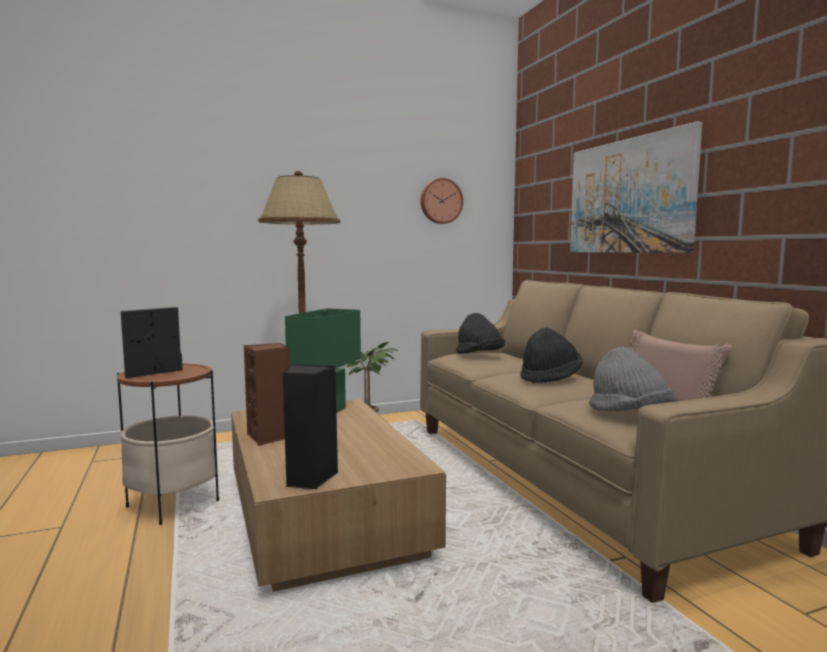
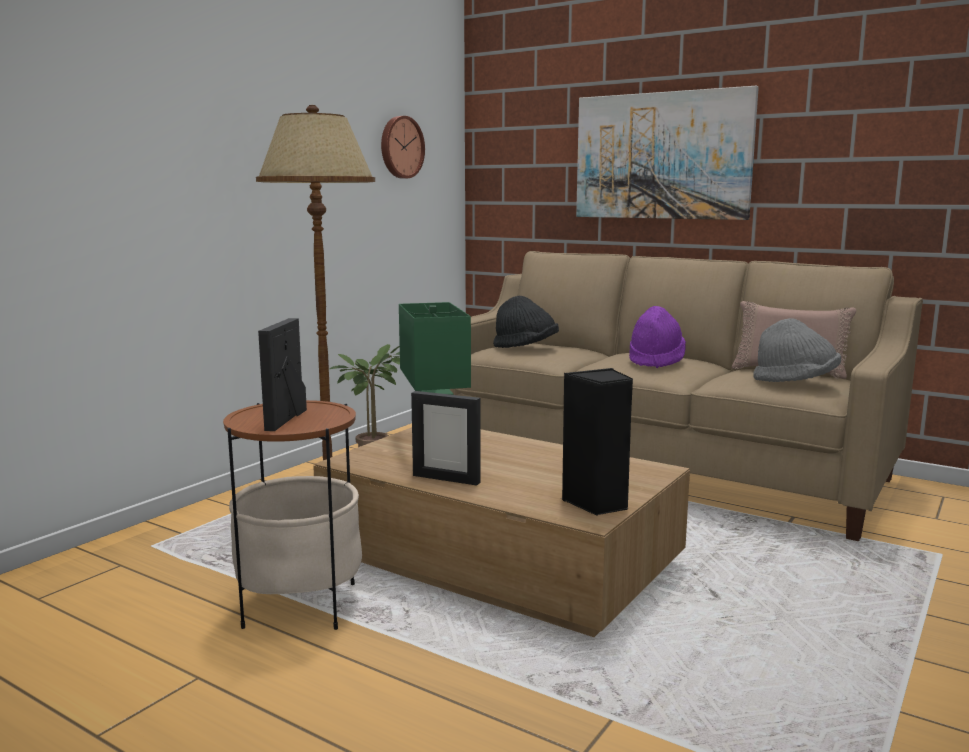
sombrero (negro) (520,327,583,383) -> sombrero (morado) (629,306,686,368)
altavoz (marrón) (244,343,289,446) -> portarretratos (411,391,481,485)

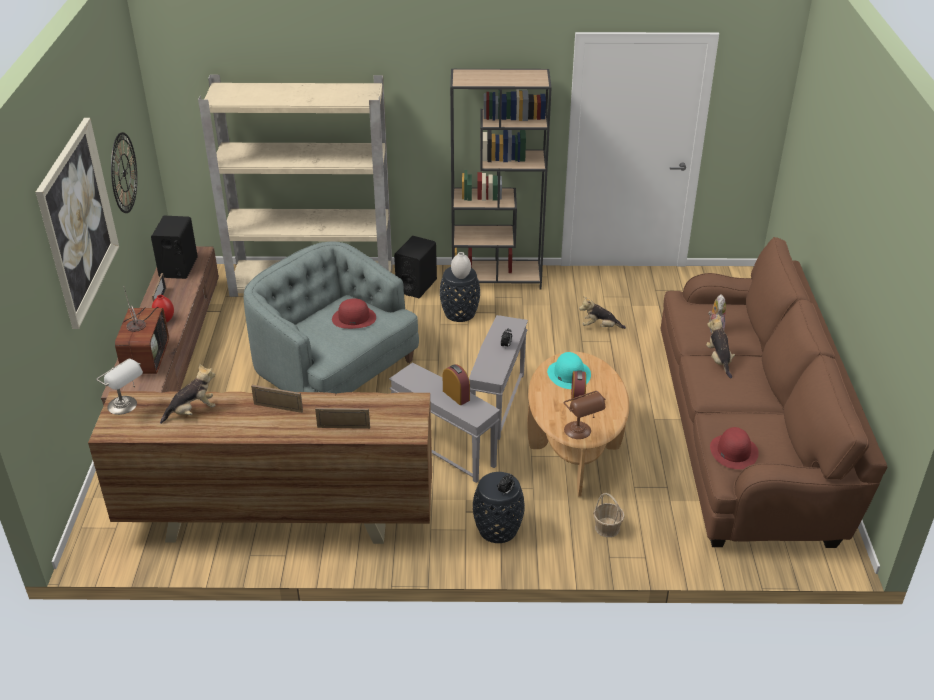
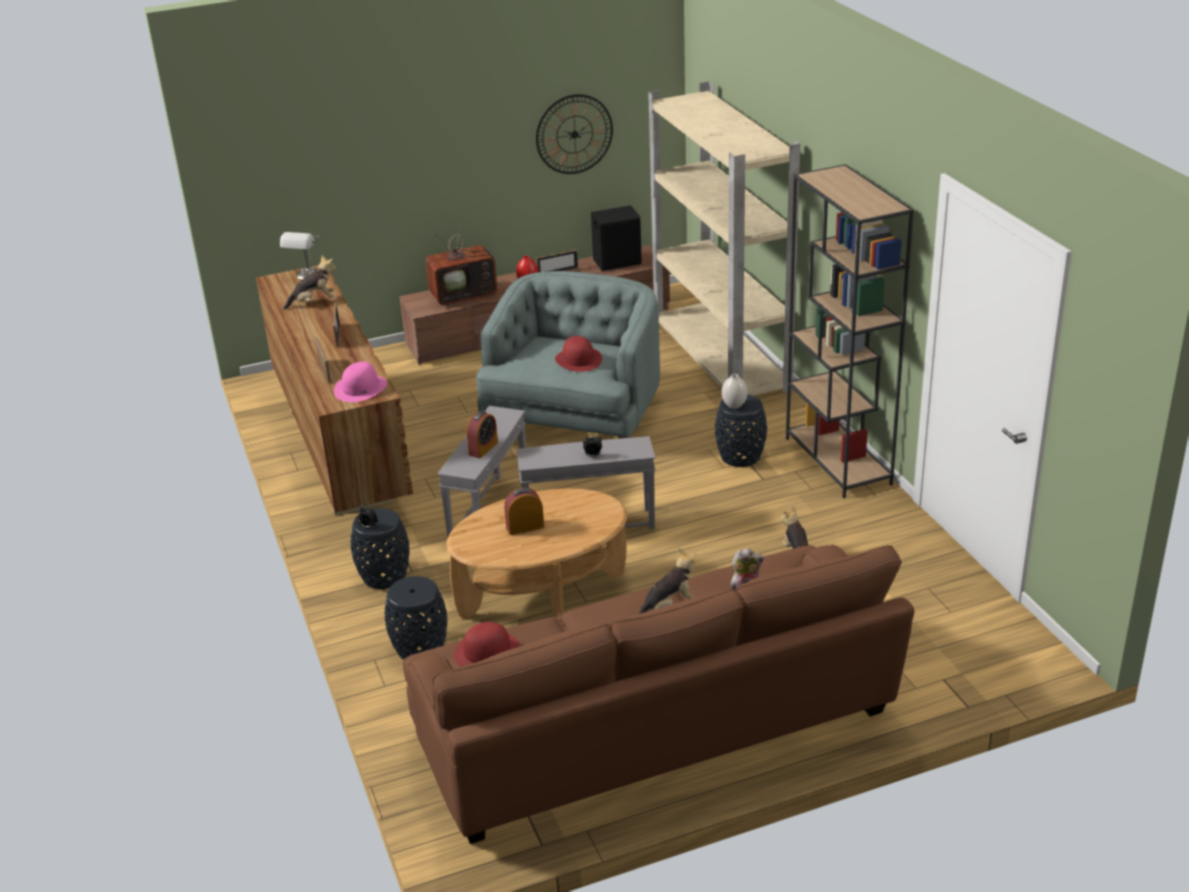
cuadro (36,118,119,329) -> none
altavoz (negro) (394,236,437,298) -> none
sombrero (turquesa) (547,352,591,389) -> none
peluche (160,363,215,424) -> peluche (283,255,336,310), 60 degrees counterclockwise
lámpara de mesa (marrón) (563,391,605,439) -> none
cesta (593,493,625,537) -> taburete (negro) (385,576,447,659)
none -> sombrero (rosa) (334,362,387,402)

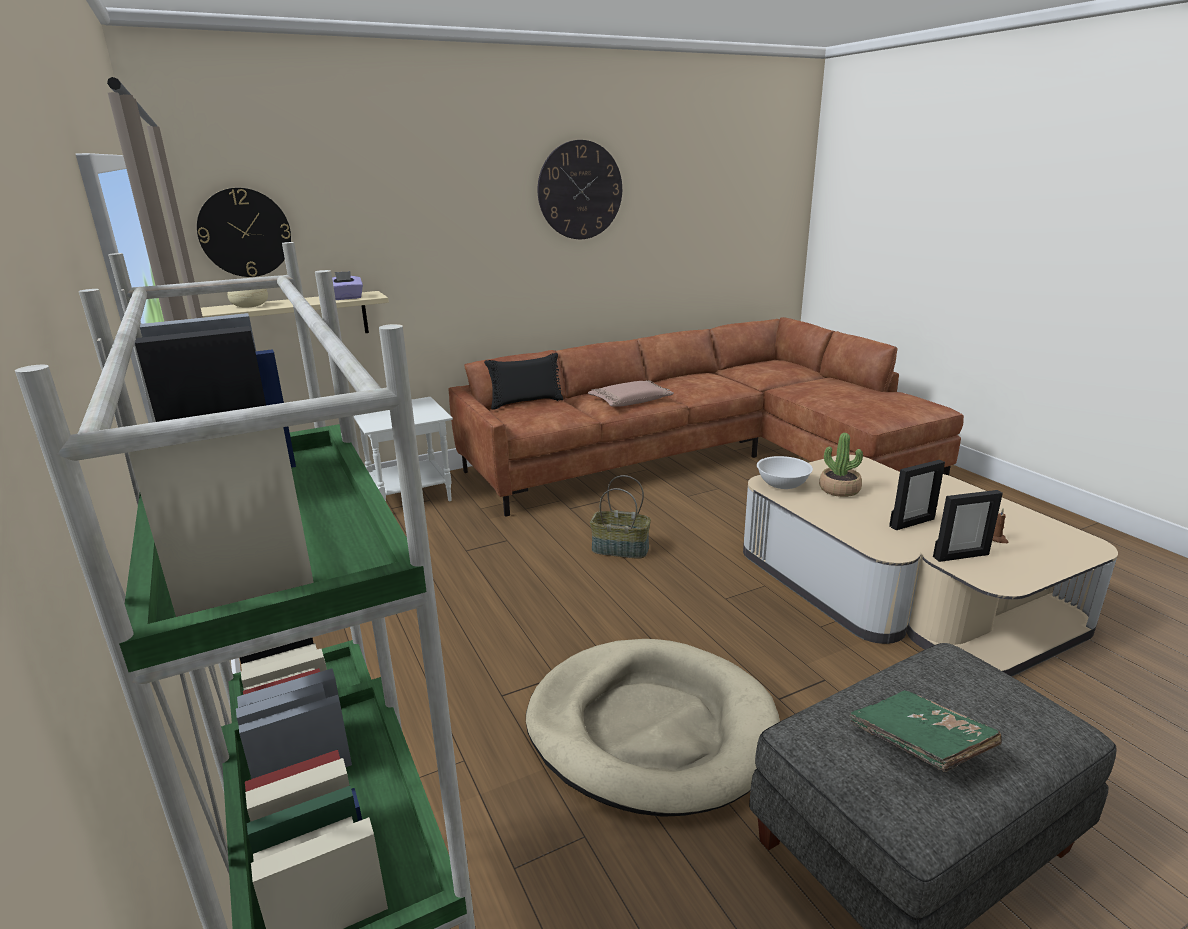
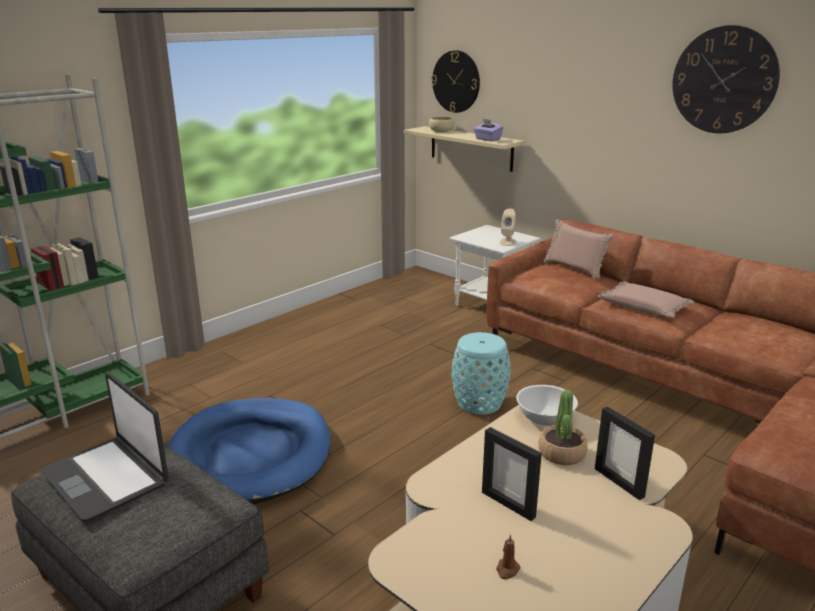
cojín (negro) (484,353,563,410) -> cojín (beis) (543,219,614,279)
cesta (590,475,651,559) -> taburete (turquesa) (451,332,511,415)
portarretratos (933,490,1003,562) -> portarretratos (595,407,655,500), relocated
cama para perro (beis) (526,639,780,817) -> cama para perro (azul) (167,398,331,504)
libro (verde) (850,690,1002,772) -> portátil (41,373,169,522)
none -> altavoz (beis) (500,209,516,246)

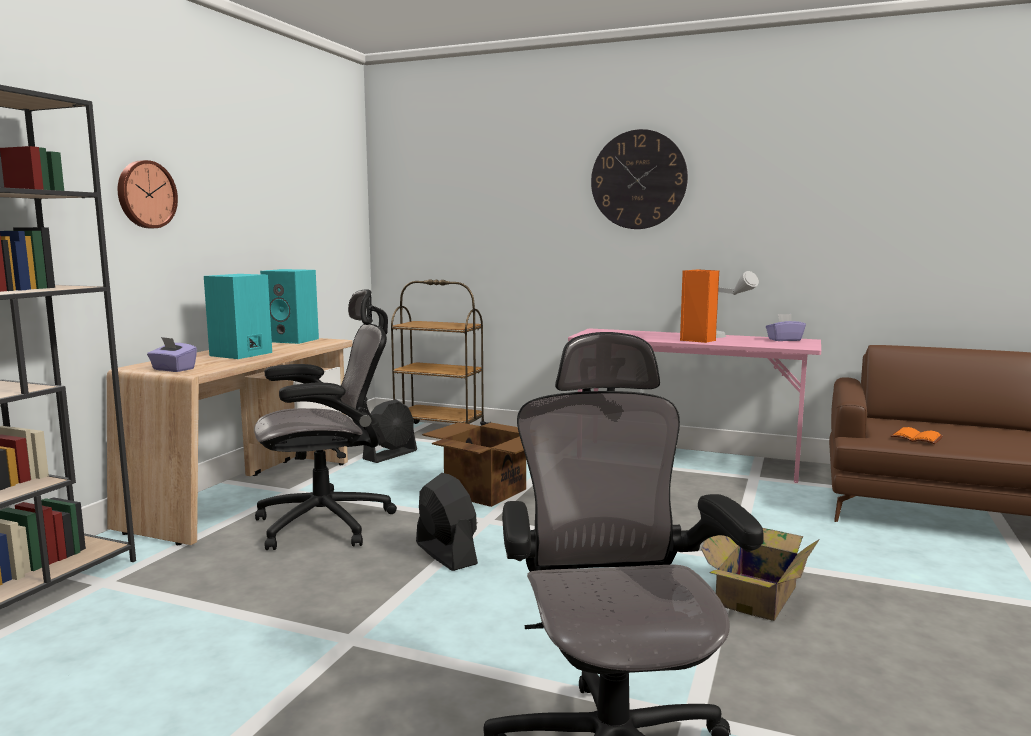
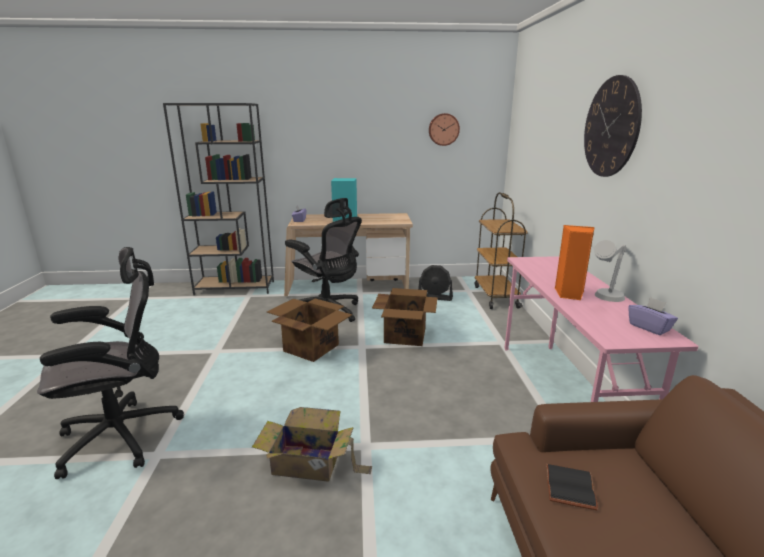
reloj de pared (118,160,178,228) -> reloj de pared (429,113,460,146), relocated
altavoz (turquesa) (260,269,319,344) -> none
libro (naranja) (890,427,943,444) -> libro (negro) (546,464,598,510)
ventilador (negro) (416,473,478,571) -> caja de cartón (267,299,352,362)

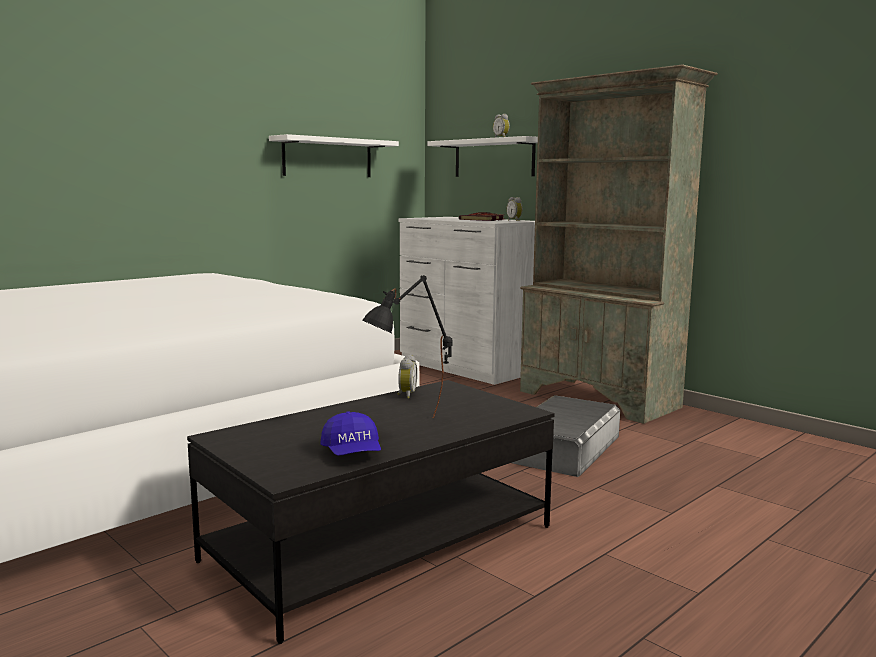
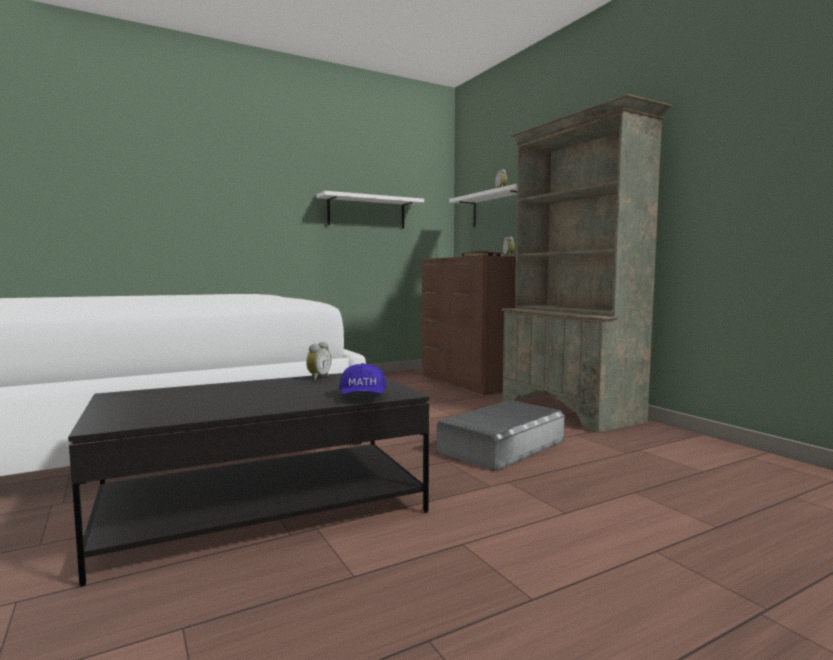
cómoda (blanco) (399,217,535,385) -> cómoda (marrón) (421,256,516,395)
lámpara de mesa (negro) (363,275,453,417) -> none
gorra (azul) (320,411,381,456) -> gorra (azul) (339,363,387,394), relocated

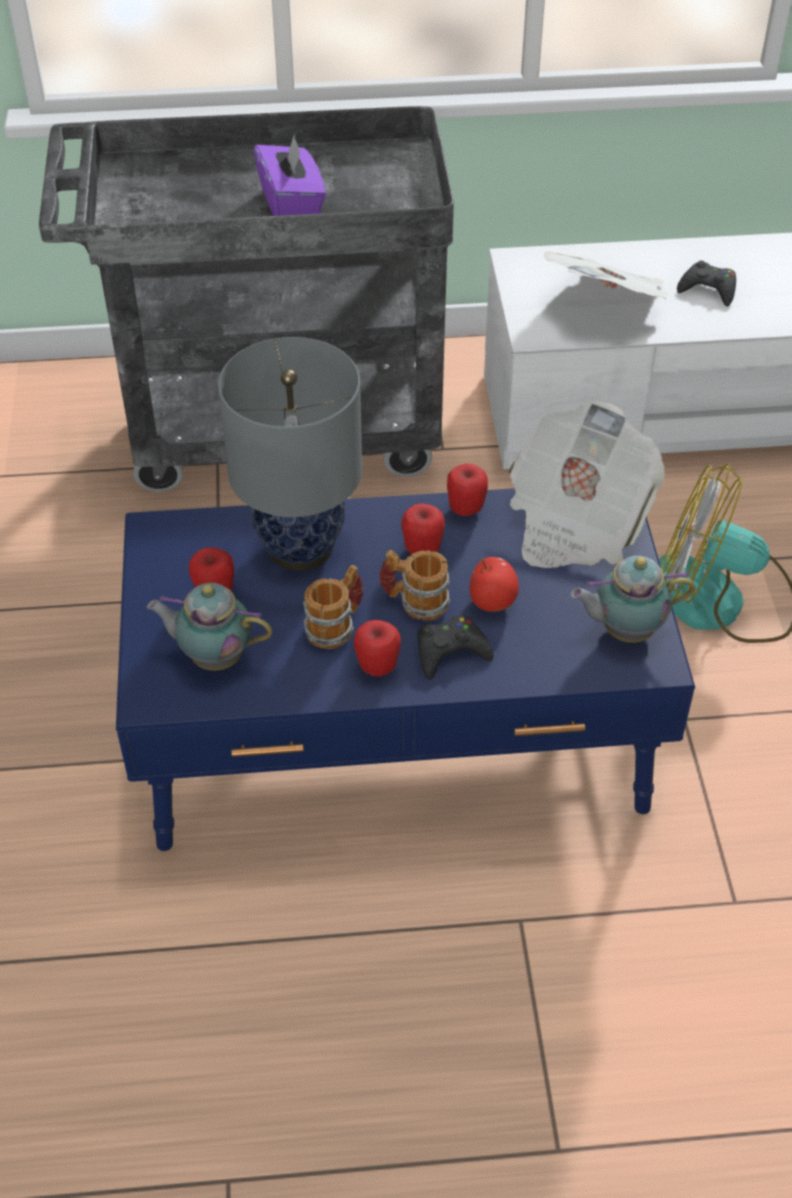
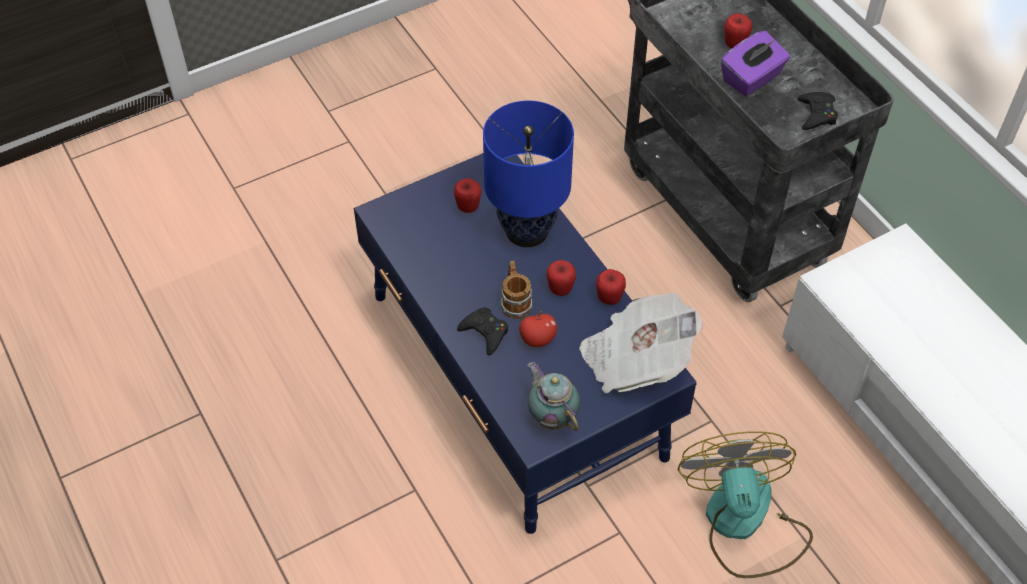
periódico (544,251,668,299) -> none
mando de consola (negro) (677,261,736,306) -> mando de consola (negro) (797,92,838,130), relocated
lámpara de mesa (gris) (218,337,362,571) -> lámpara de mesa (azul) (483,101,574,247)
taza grande (303,565,363,649) -> none
tetera (147,583,272,671) -> none
manzana (354,620,401,676) -> manzana (724,14,752,49), relocated

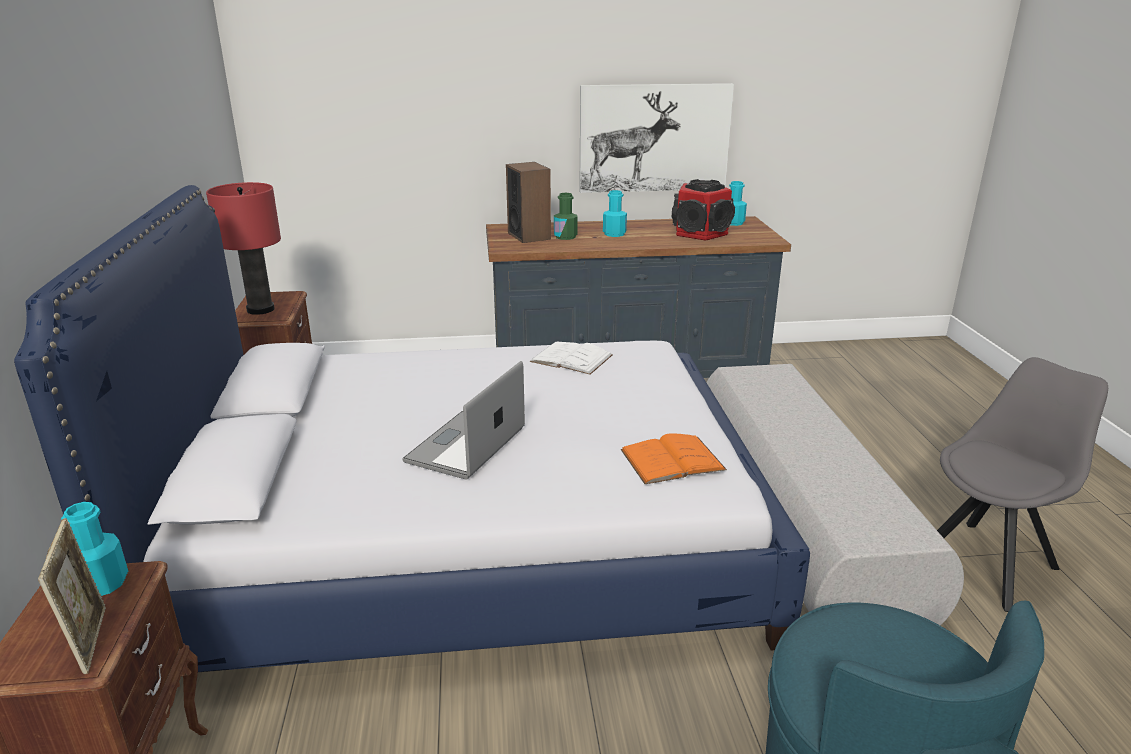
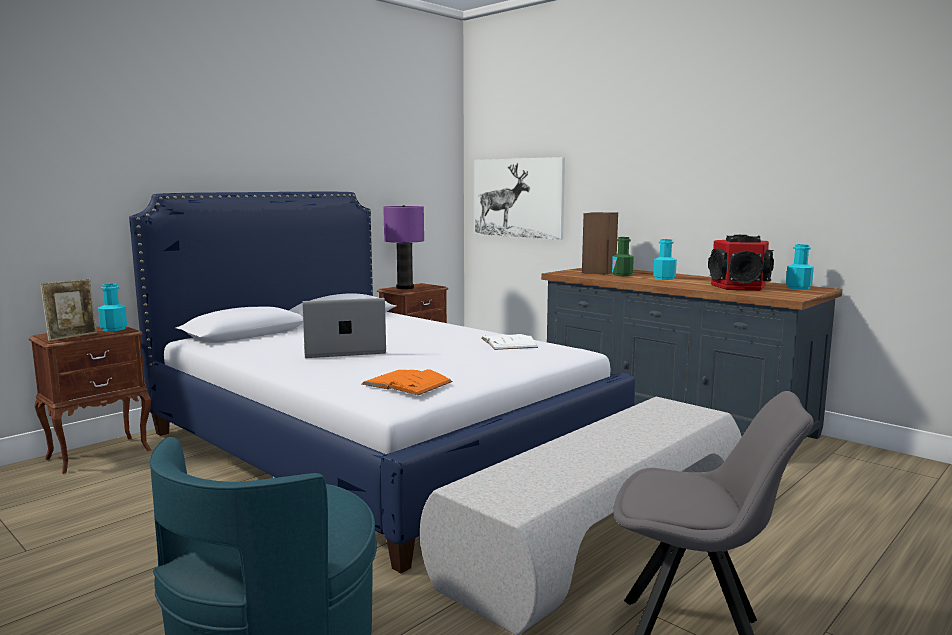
cuadro (579,83,734,193) -> cuadro (475,157,565,240), relocated
lámpara de mesa (rojo) (206,182,281,315) -> lámpara de mesa (morado) (383,205,424,289)

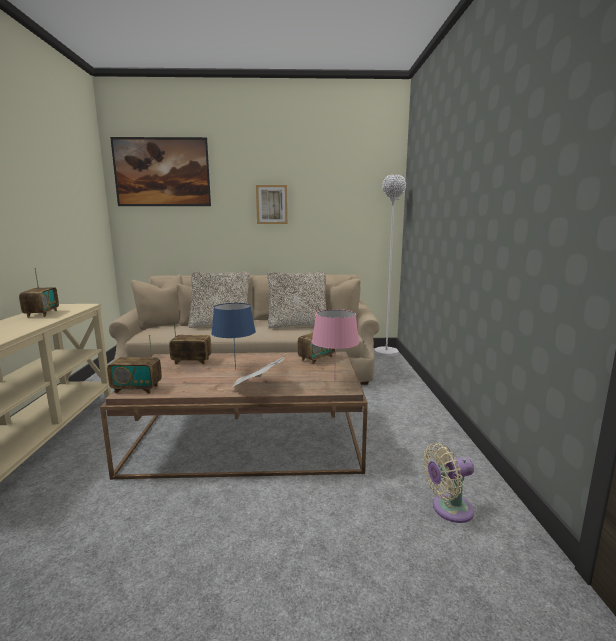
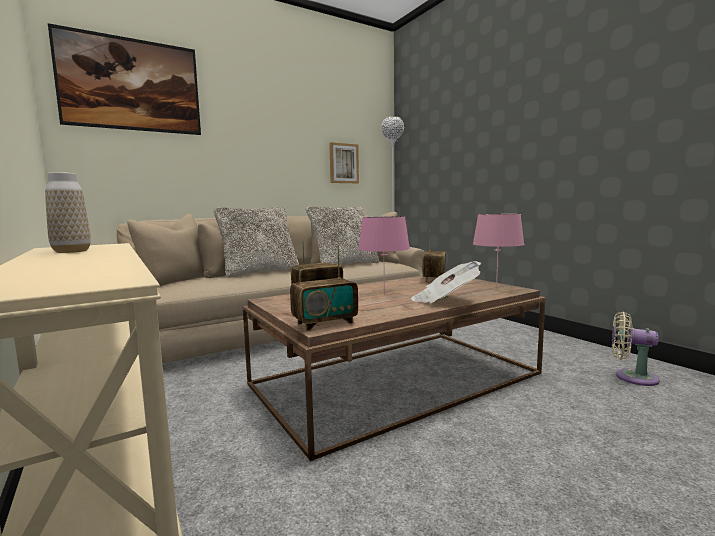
cuadro (256,185,288,224) -> cuadro (329,142,359,183), relocated
radio (19,268,59,318) -> florero (45,172,91,253)
lámpara de mesa (azul) (211,303,256,370) -> lámpara de mesa (rosa) (358,216,410,295)
ventilador (beis) (423,443,474,523) -> ventilador (beis) (612,312,660,386), 75 degrees clockwise

